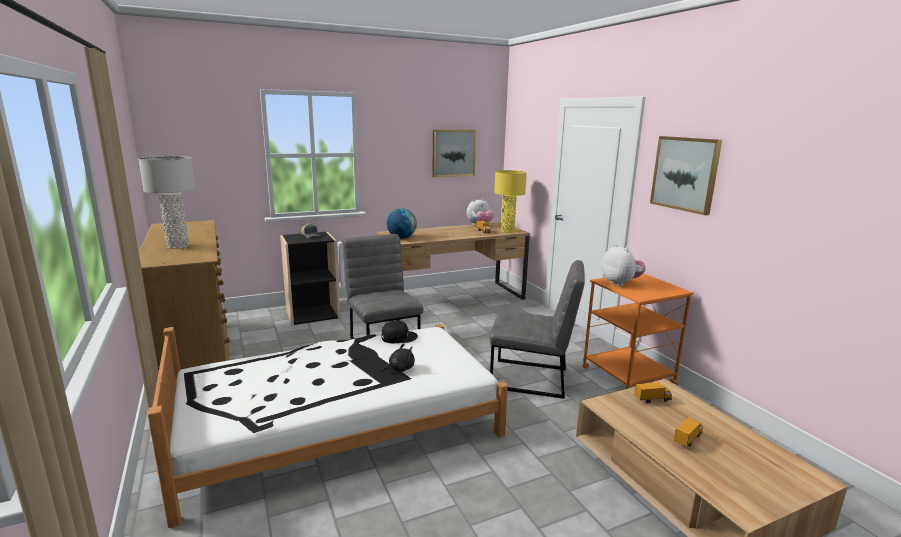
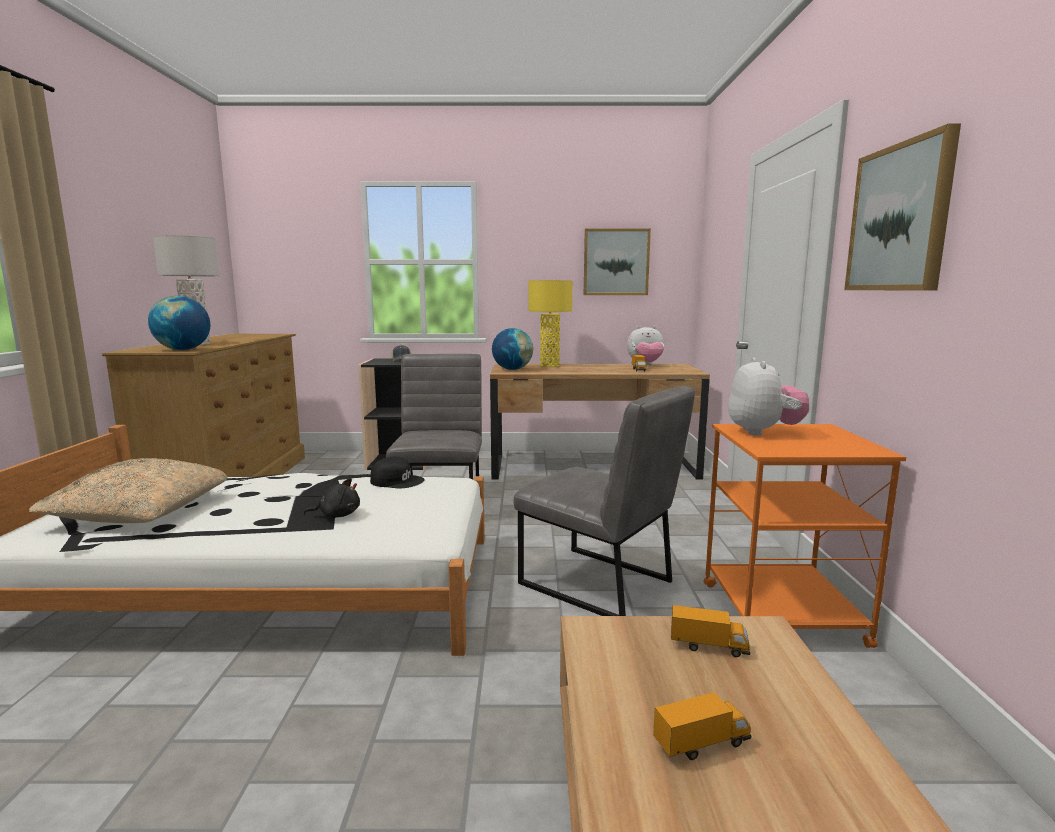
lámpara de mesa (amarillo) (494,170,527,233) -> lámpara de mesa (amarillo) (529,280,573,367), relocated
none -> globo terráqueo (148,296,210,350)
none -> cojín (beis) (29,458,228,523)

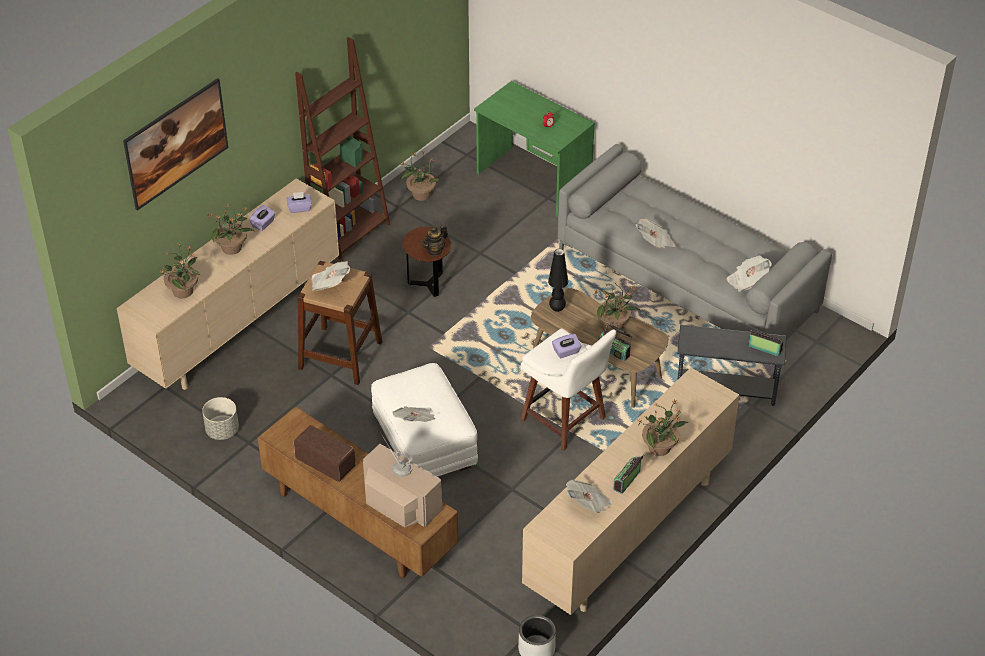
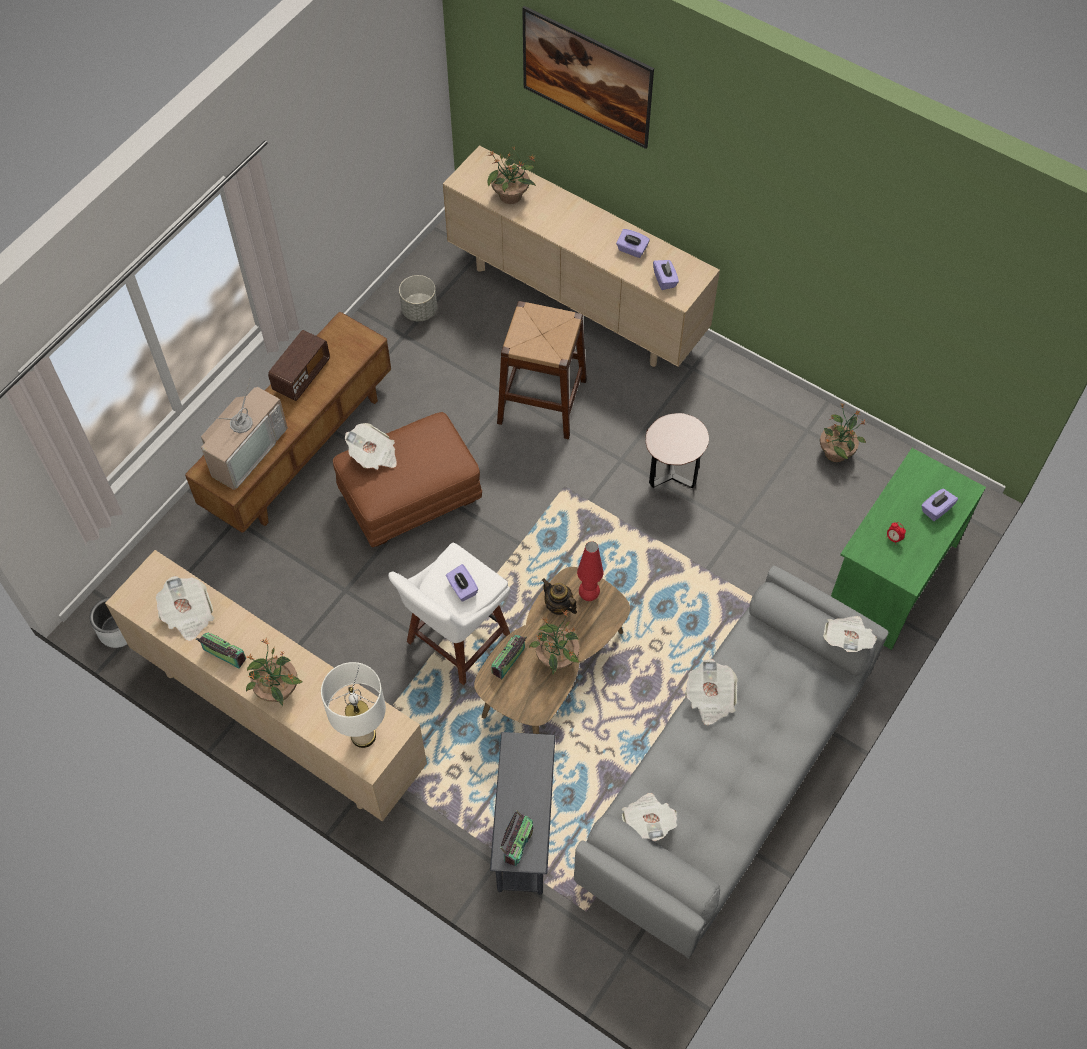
estantería (marrón) (295,37,390,262) -> none
planta en maceta (207,204,254,255) -> none
tetera (421,225,448,256) -> tetera (542,578,577,615), relocated
lámpara de mesa (negro) (548,249,568,312) -> lámpara de mesa (rojo) (577,541,603,601)
periódico (312,261,350,291) -> periódico (823,616,877,652), relocated
puf (blanco) (371,363,478,477) -> puf (marrón) (333,412,482,547)
none -> caja de pañuelos (morado) (921,488,958,521)
none -> lámpara de mesa (blanco) (321,662,386,748)

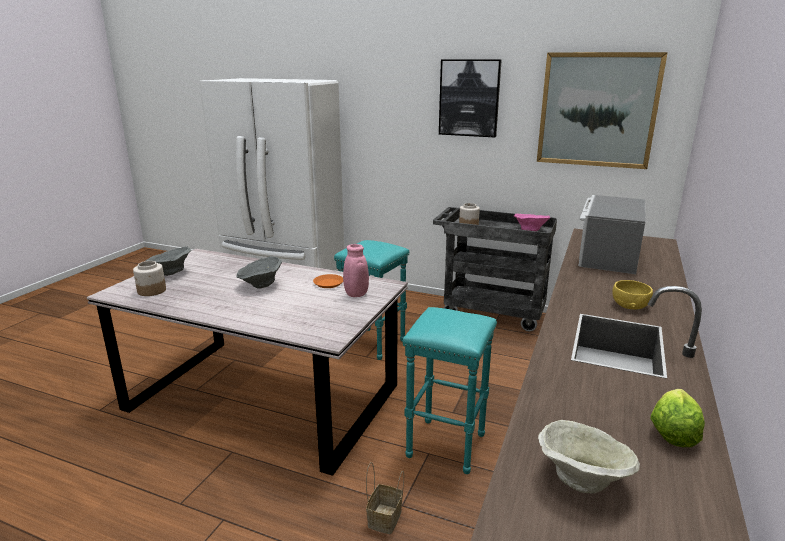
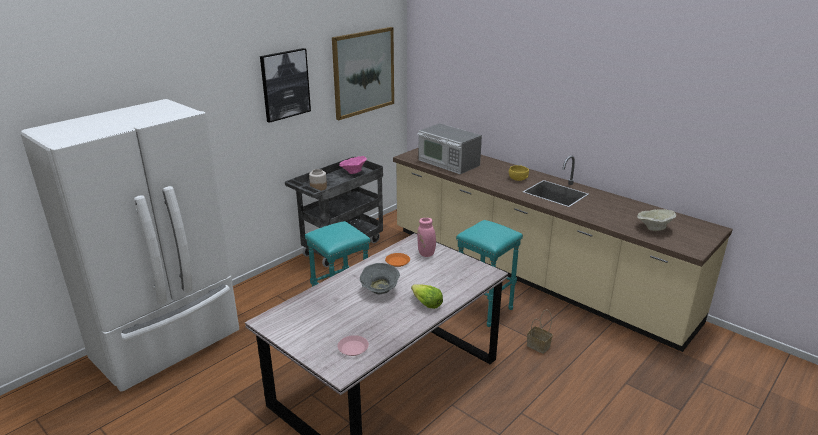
cuenco (gris) (146,246,191,276) -> none
tarro (133,261,166,296) -> plato (rosa) (338,335,369,356)
lechuga (650,389,705,447) -> lechuga (411,284,443,309), relocated

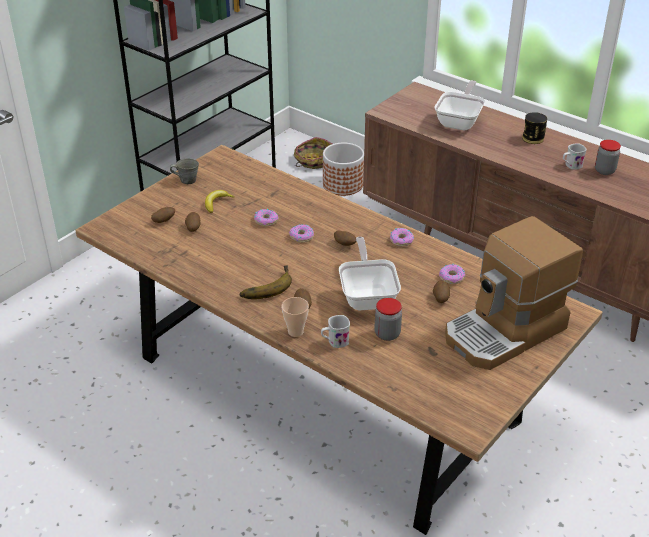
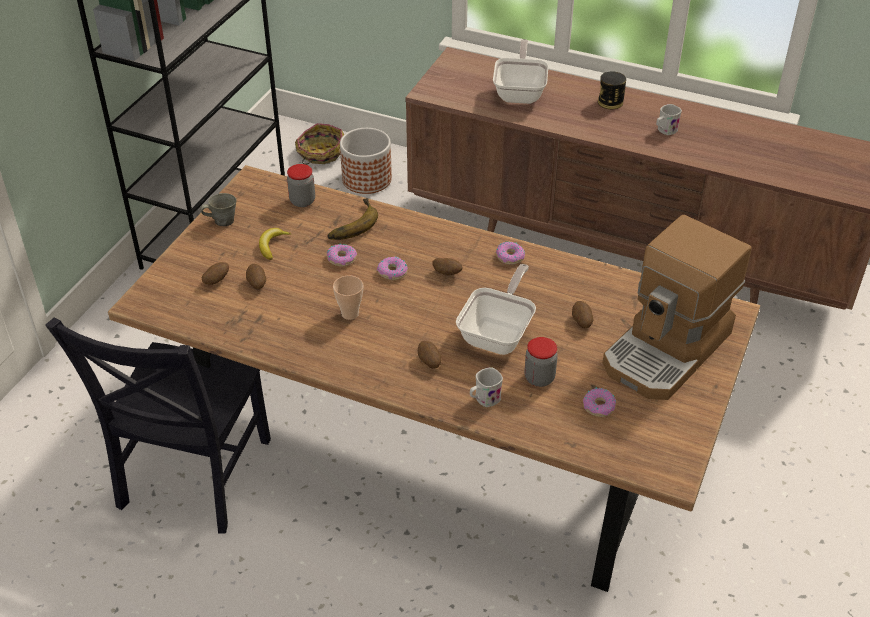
tarro (595,140,621,175) -> tarro (287,164,315,207), relocated
sartén (339,237,401,310) -> sartén (456,264,536,355), 45 degrees clockwise
rosquilla (439,264,465,284) -> rosquilla (583,388,616,417), relocated
plátano (239,265,292,299) -> plátano (327,198,378,240), relocated
taza (281,297,309,337) -> taza (333,276,363,320), relocated
none -> silla (negro) (45,318,271,533)

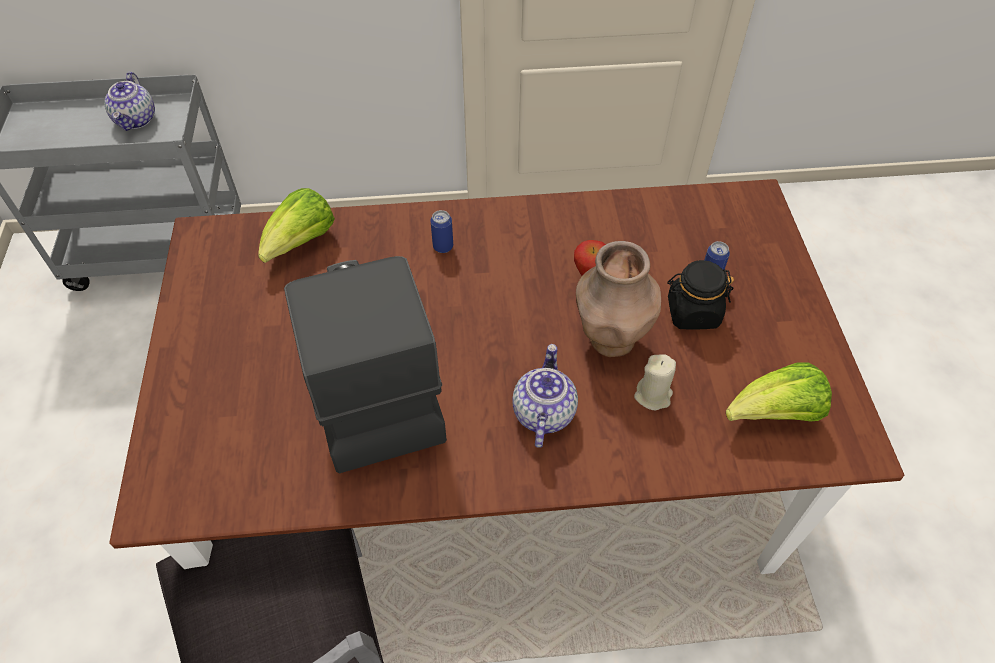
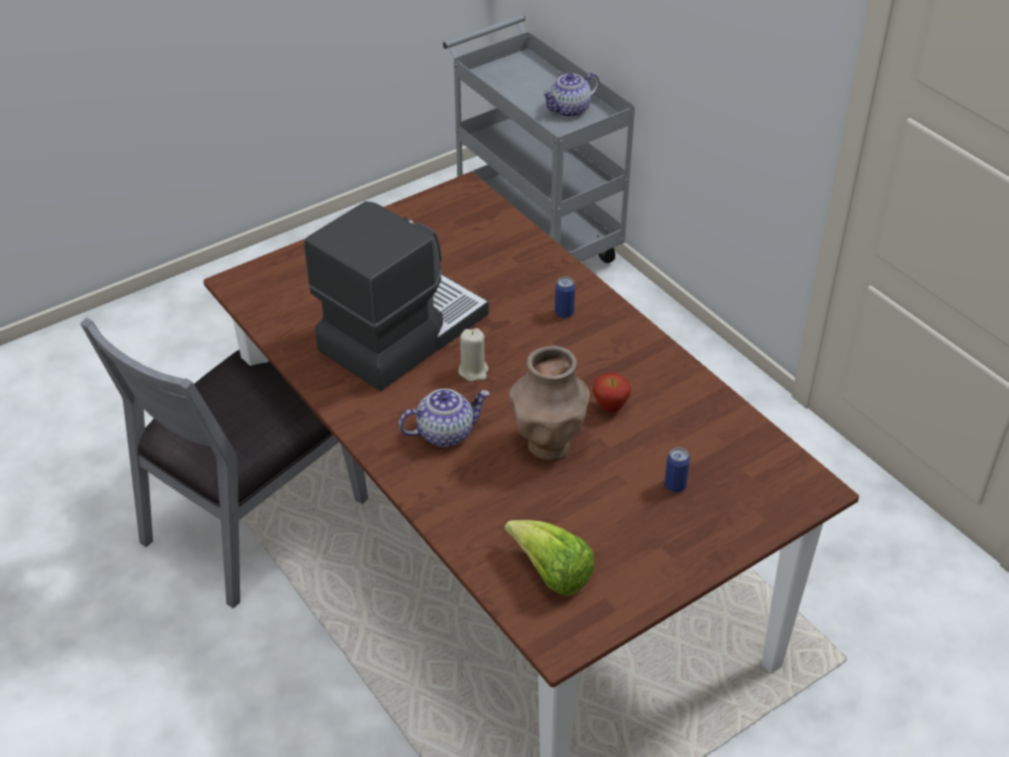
lechuga (258,188,335,263) -> none
tarro (negro) (667,260,734,330) -> none
vela (beis) (634,354,676,410) -> vela (beis) (458,328,489,382), relocated

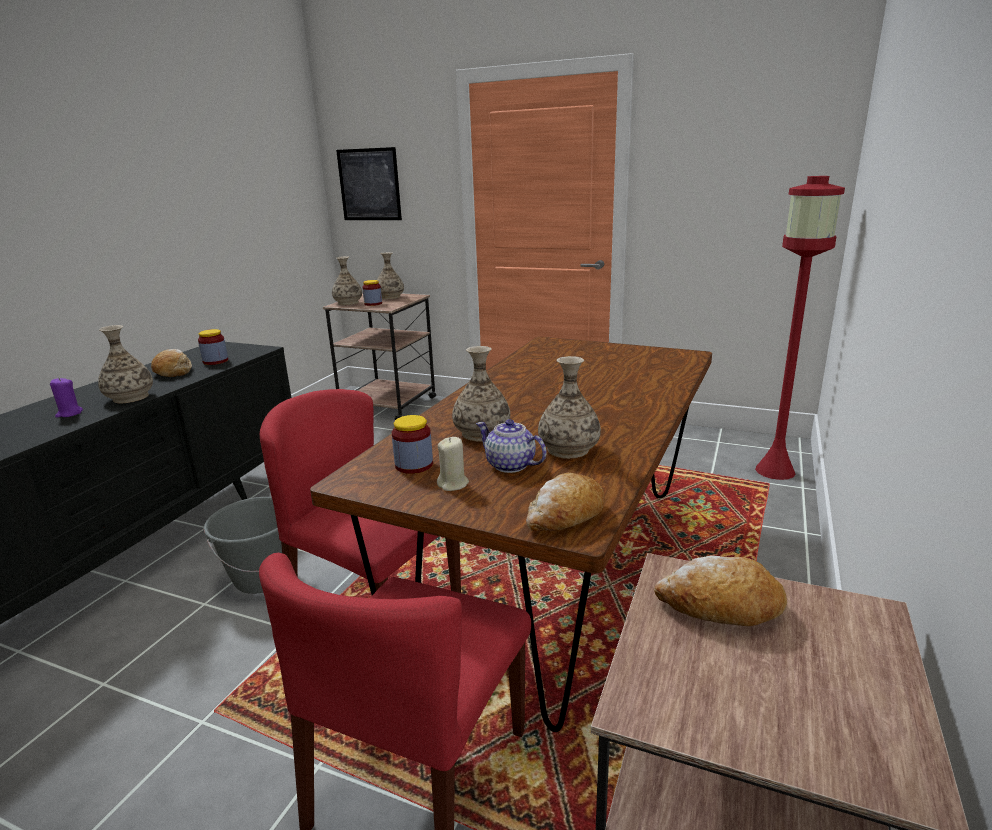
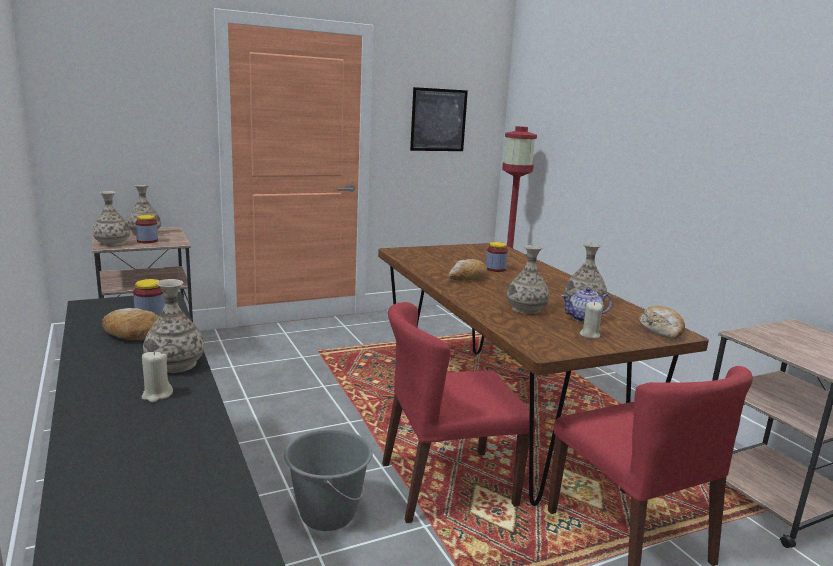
cuadro (336,147,402,220) -> cuadro (410,87,468,151), relocated
vela (morado) (50,378,83,418) -> vela (beis) (142,351,173,402)
tarro (392,415,433,474) -> tarro (486,242,508,272), relocated
pan (654,555,787,626) -> pan (448,259,487,280), relocated

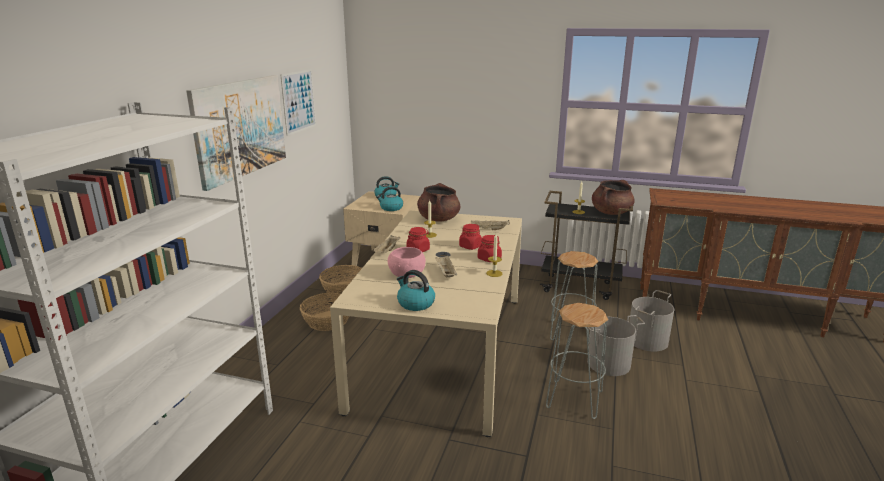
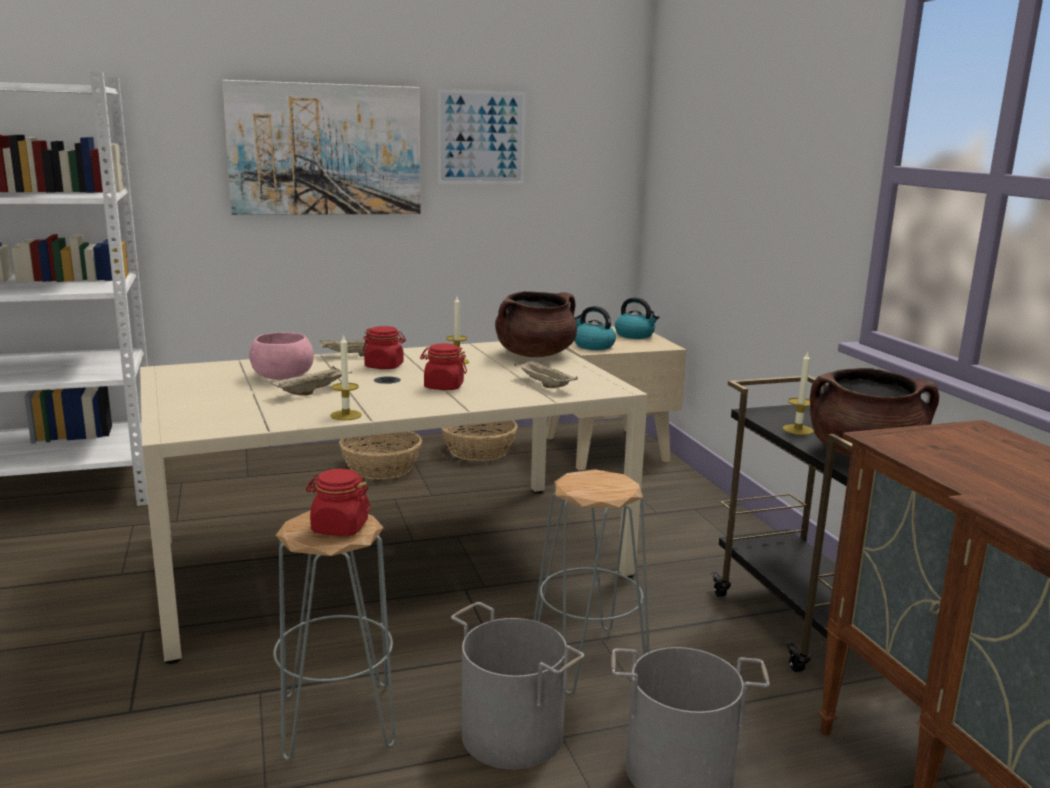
tarro (rojo) (478,235,502,262) -> tarro (rojo) (306,469,371,536), relocated
hervidor (397,270,435,311) -> none

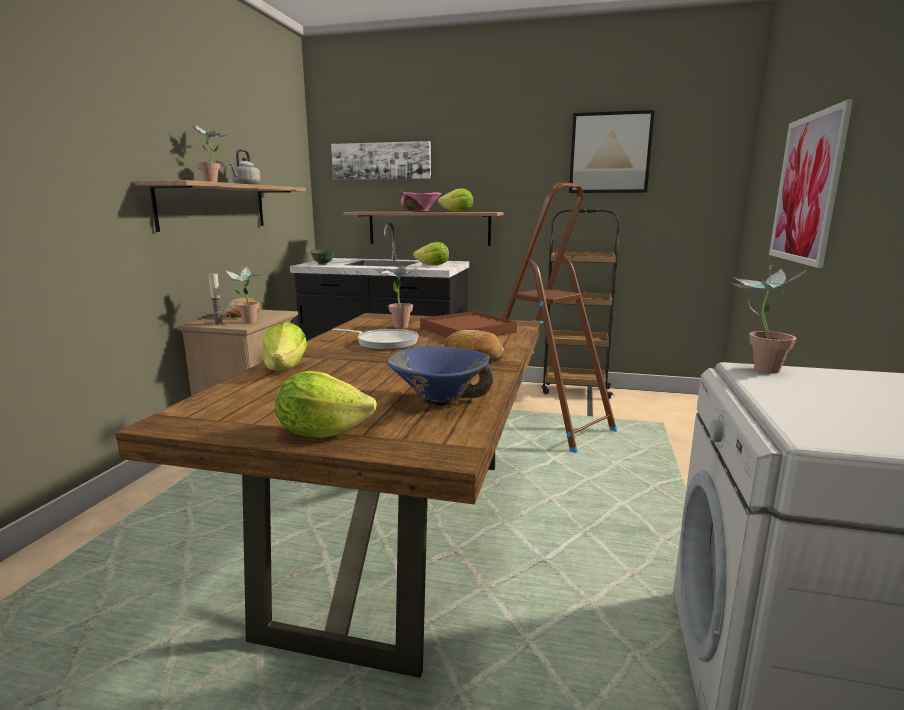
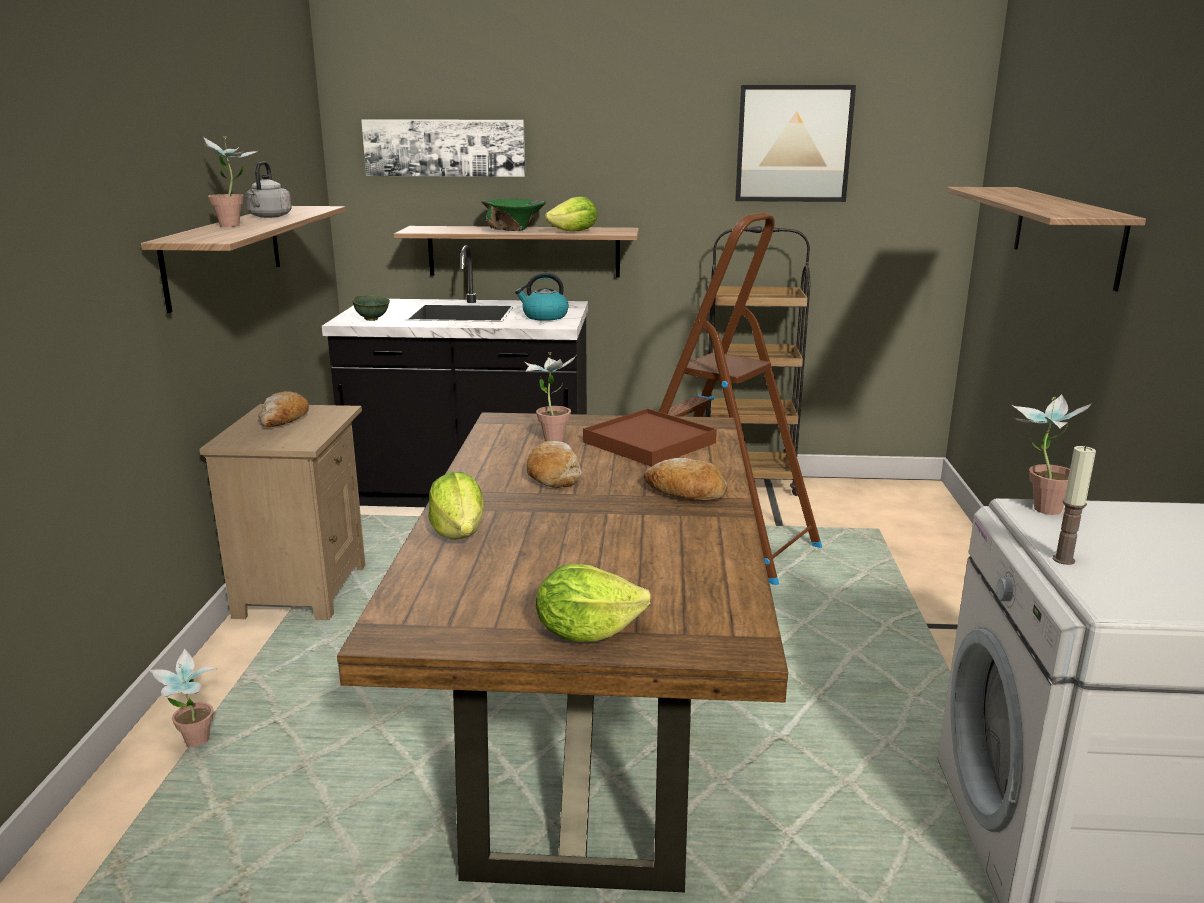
cuadro (769,99,853,268) -> estante (947,187,1146,292)
cuenco (rosa) (400,192,442,212) -> cuenco (verde) (481,199,546,231)
lechuga (413,242,449,265) -> hervidor (515,273,569,321)
planta en maceta (226,266,261,324) -> planta en maceta (149,649,218,747), relocated
vela (208,273,224,325) -> vela (1053,445,1096,565), relocated
sartén (333,329,418,350) -> pan (527,441,581,488)
cuenco (azul) (386,346,493,406) -> none

